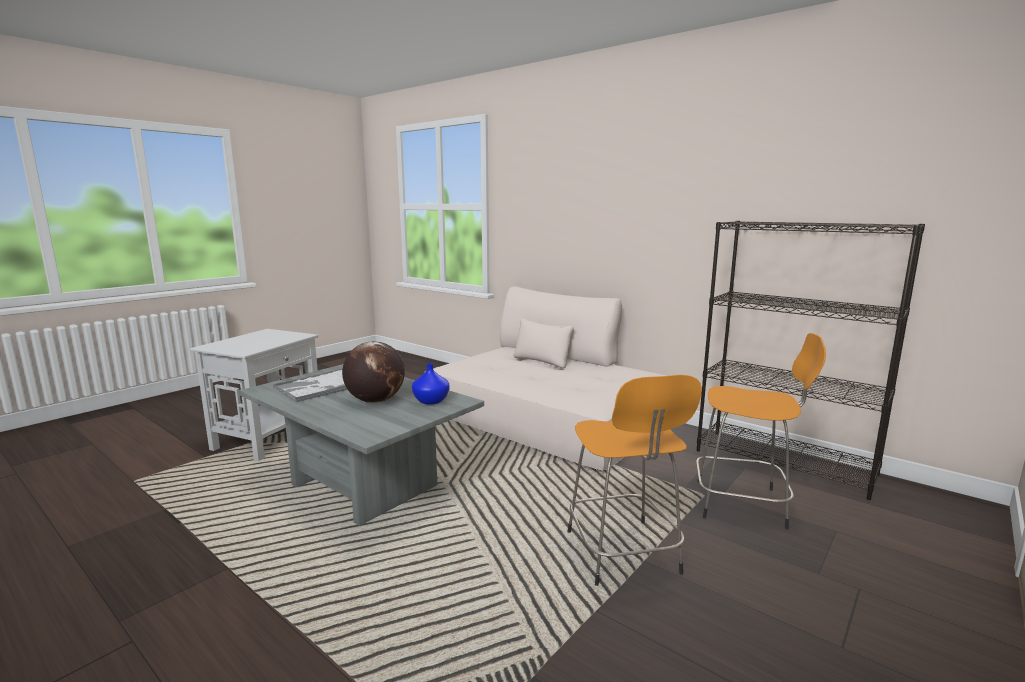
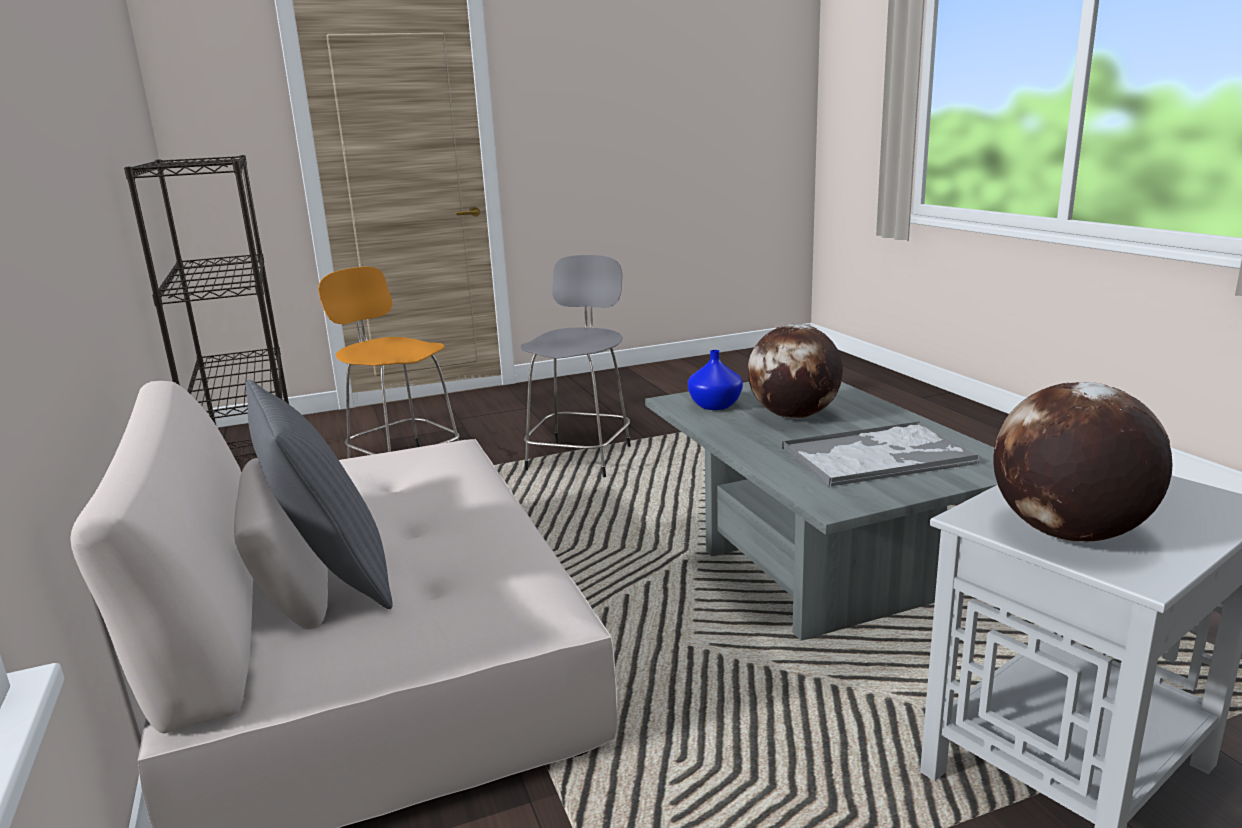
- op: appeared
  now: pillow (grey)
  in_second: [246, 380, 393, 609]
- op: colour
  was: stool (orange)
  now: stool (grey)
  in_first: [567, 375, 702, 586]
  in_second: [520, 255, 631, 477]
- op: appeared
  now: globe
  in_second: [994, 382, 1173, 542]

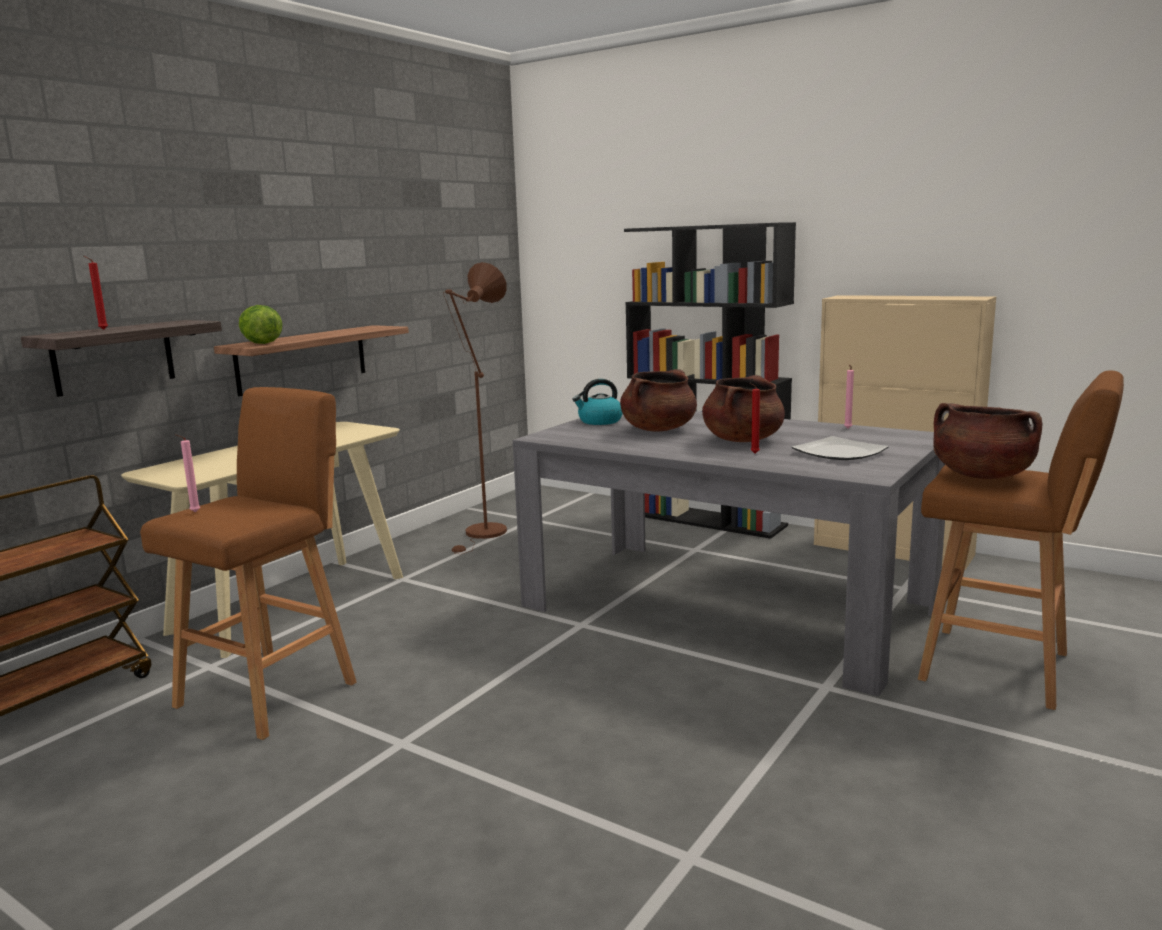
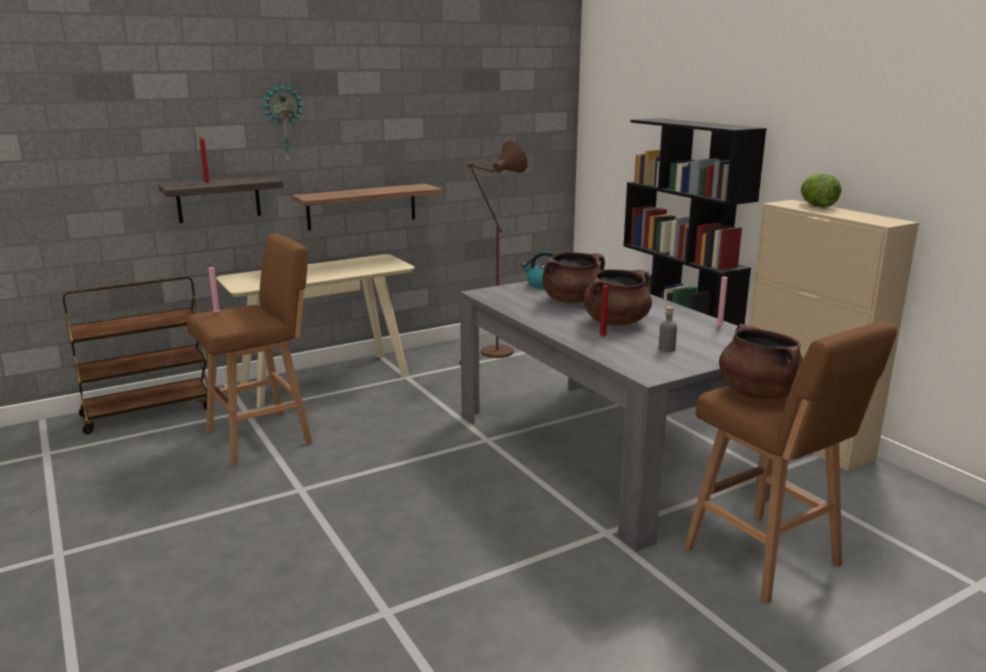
- op: appeared
  now: wall clock
  in_second: [261, 82, 305, 165]
- op: exchanged
  was: plate
  now: bottle (grey)
  in_first: [792, 436, 889, 460]
  in_second: [659, 306, 677, 352]
- op: relocated
  was: lettuce
  in_first: [239, 305, 282, 344]
  in_second: [801, 174, 841, 207]

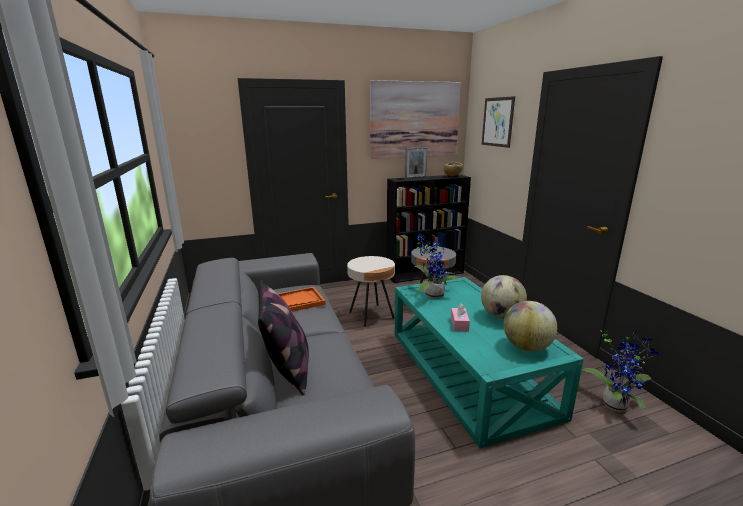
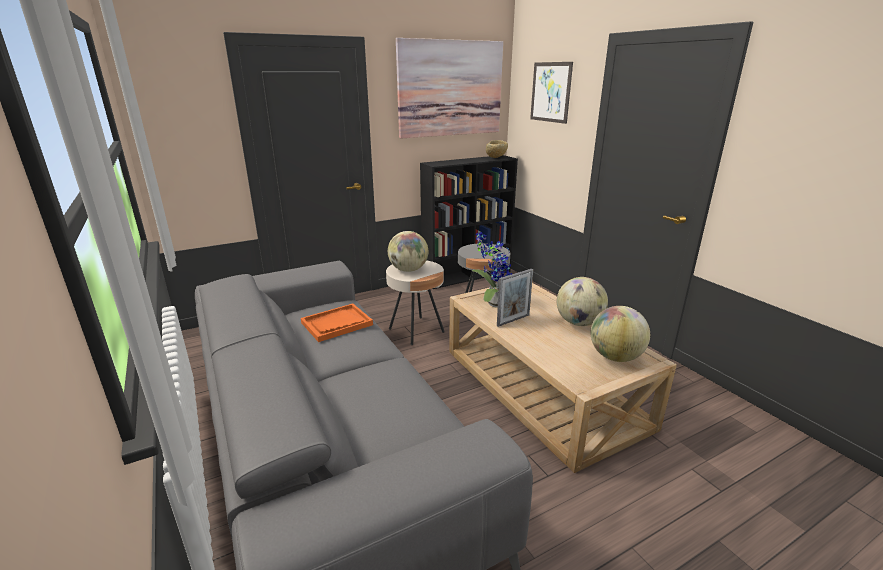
- op: appeared
  now: globe
  in_second: [388, 231, 428, 272]
- op: colour
  was: coffee table (turquoise)
  now: coffee table (beige)
  in_first: [395, 277, 584, 448]
  in_second: [449, 283, 677, 473]
- op: relocated
  was: picture frame
  in_first: [405, 147, 428, 179]
  in_second: [497, 269, 533, 327]
- op: missing
  was: pillow
  in_first: [258, 280, 309, 395]
- op: missing
  was: tissue box (pink)
  in_first: [451, 304, 470, 332]
- op: missing
  was: potted plant
  in_first: [582, 330, 659, 412]

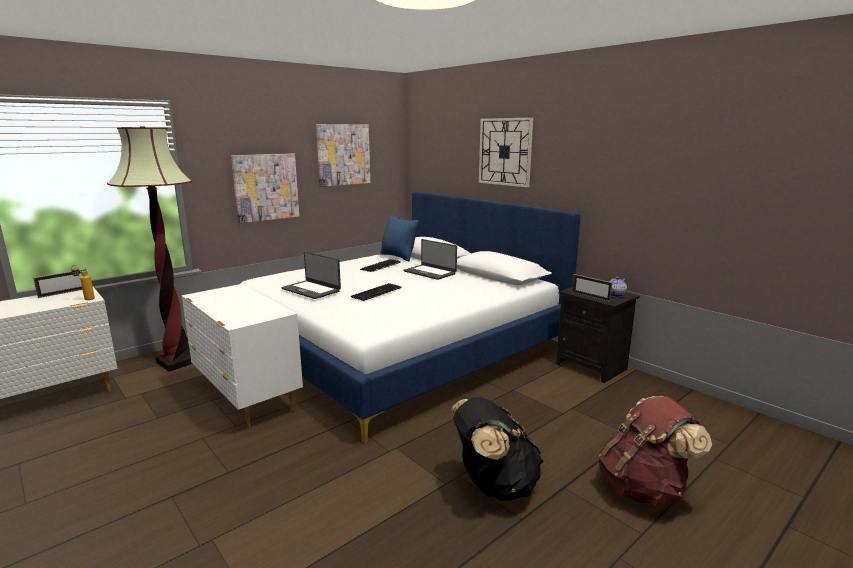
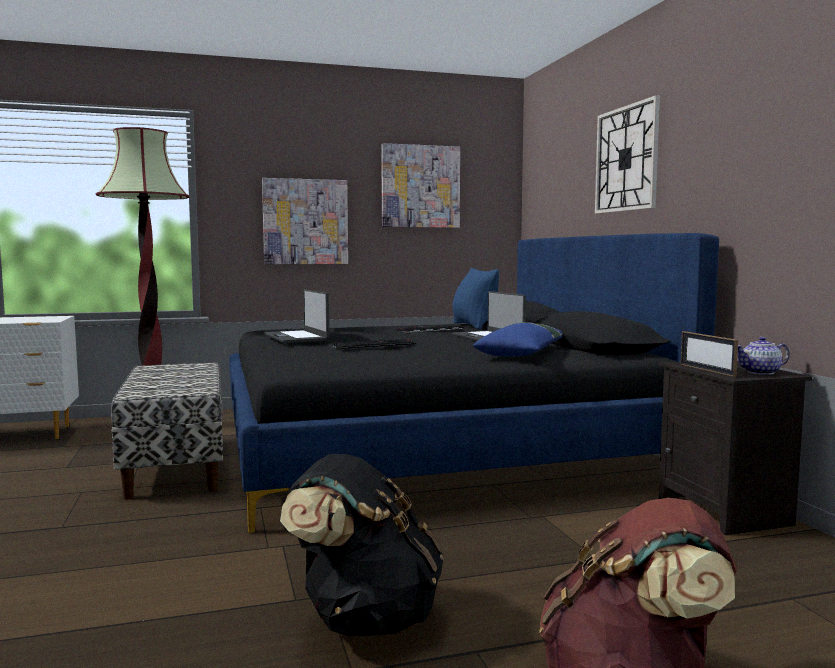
- op: exchanged
  was: dresser (white)
  now: bench
  in_first: [181, 284, 303, 428]
  in_second: [111, 362, 223, 499]
- op: colour
  was: bed (white)
  now: bed (black)
  in_first: [241, 192, 581, 443]
  in_second: [229, 233, 719, 533]
- op: appeared
  now: pillow (blue)
  in_second: [473, 322, 563, 357]
- op: missing
  was: picture frame
  in_first: [33, 269, 86, 298]
- op: missing
  was: bottle
  in_first: [71, 265, 95, 300]

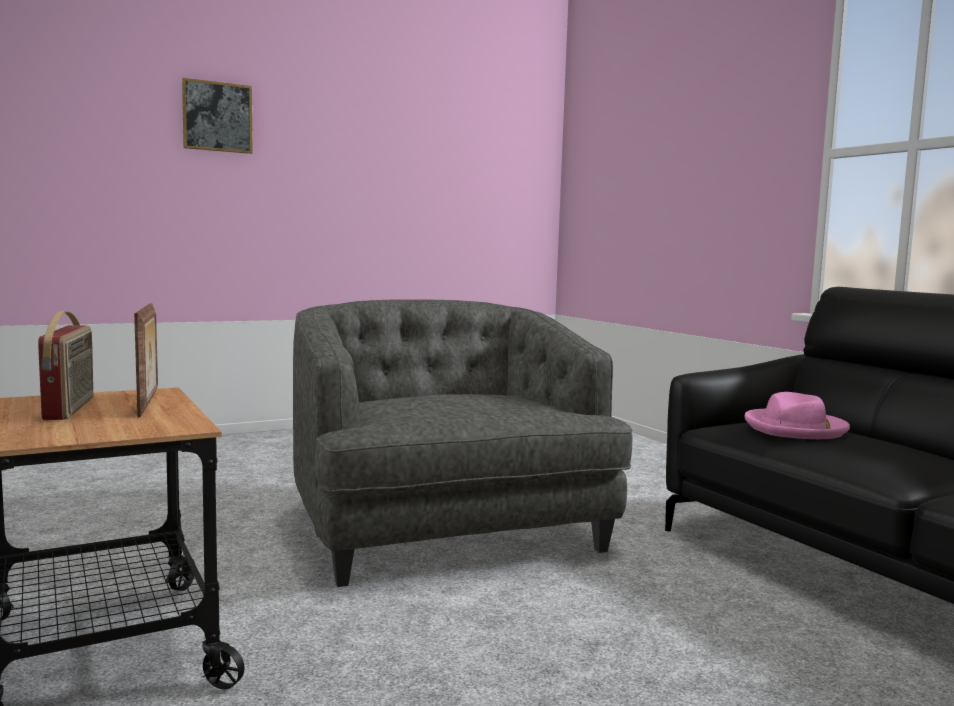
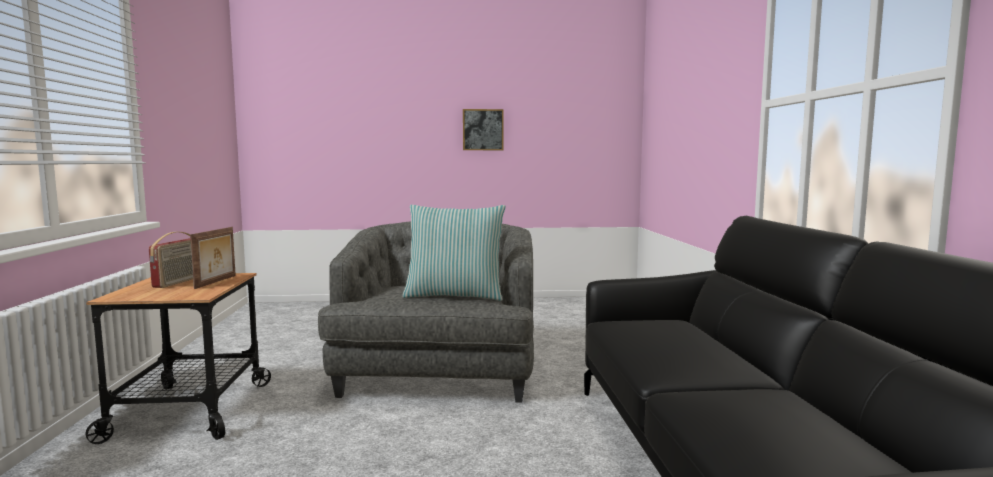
- op: appeared
  now: pillow
  in_second: [402, 205, 505, 301]
- op: relocated
  was: picture
  in_first: [182, 78, 253, 154]
  in_second: [463, 109, 504, 150]
- op: missing
  was: hat (pink)
  in_first: [745, 392, 850, 439]

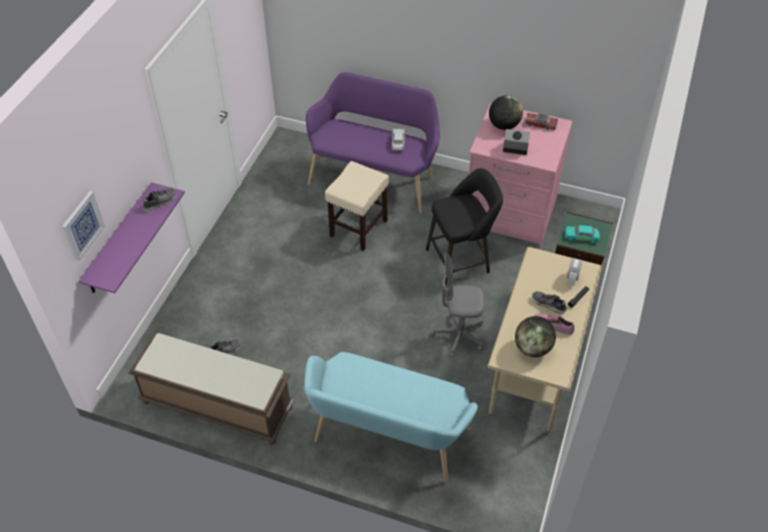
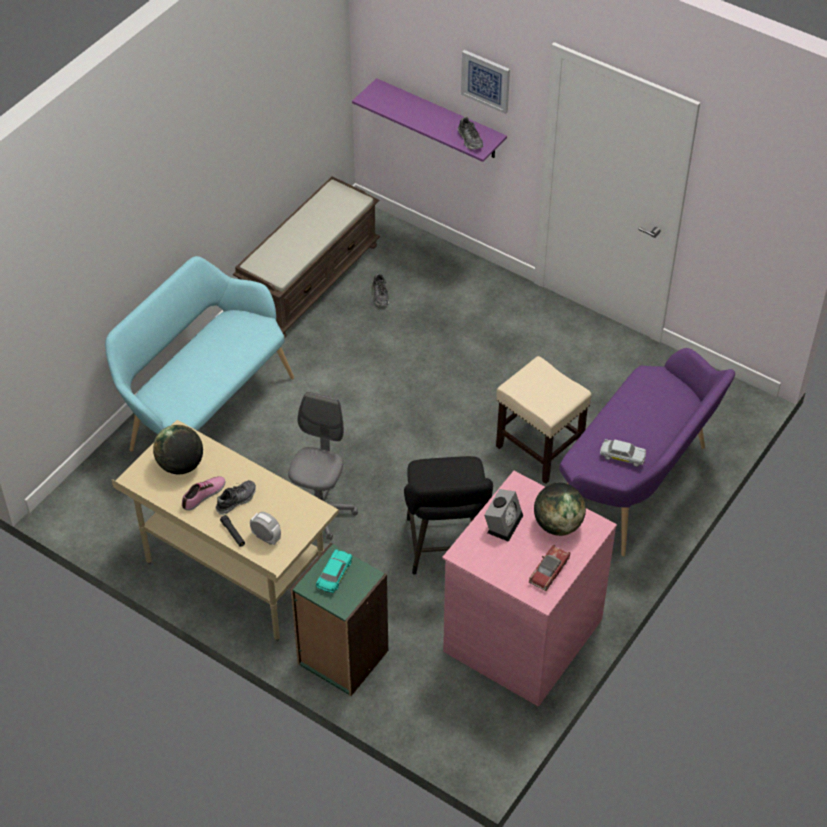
- op: relocated
  was: picture
  in_first: [62, 191, 105, 261]
  in_second: [461, 50, 510, 114]

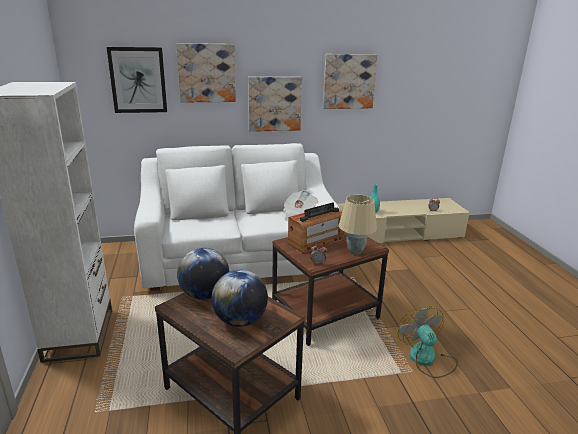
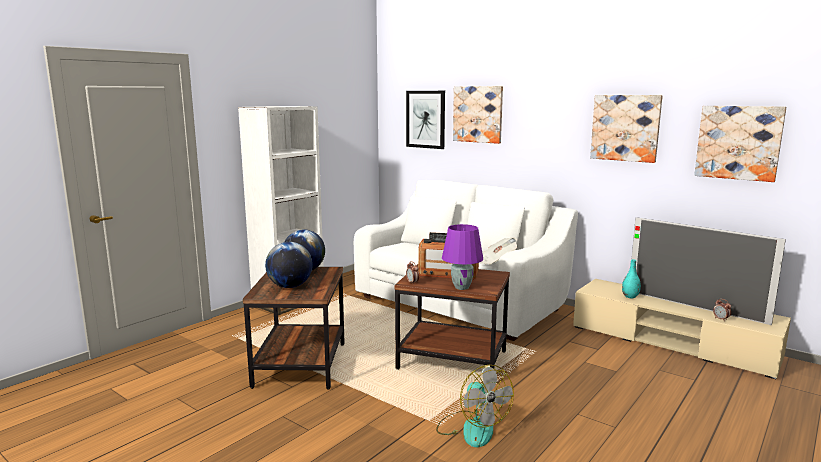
- op: spun
  was: fan
  in_first: [398, 306, 458, 378]
  in_second: [436, 365, 514, 447]
  clockwise: 120
- op: colour
  was: table lamp (beige)
  now: table lamp (purple)
  in_first: [339, 195, 377, 255]
  in_second: [442, 224, 483, 290]
- op: appeared
  now: television
  in_second: [632, 217, 786, 325]
- op: relocated
  was: picture
  in_first: [248, 77, 302, 132]
  in_second: [694, 106, 786, 182]

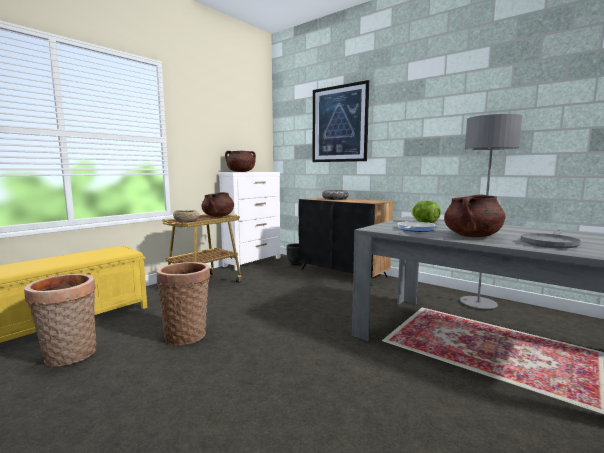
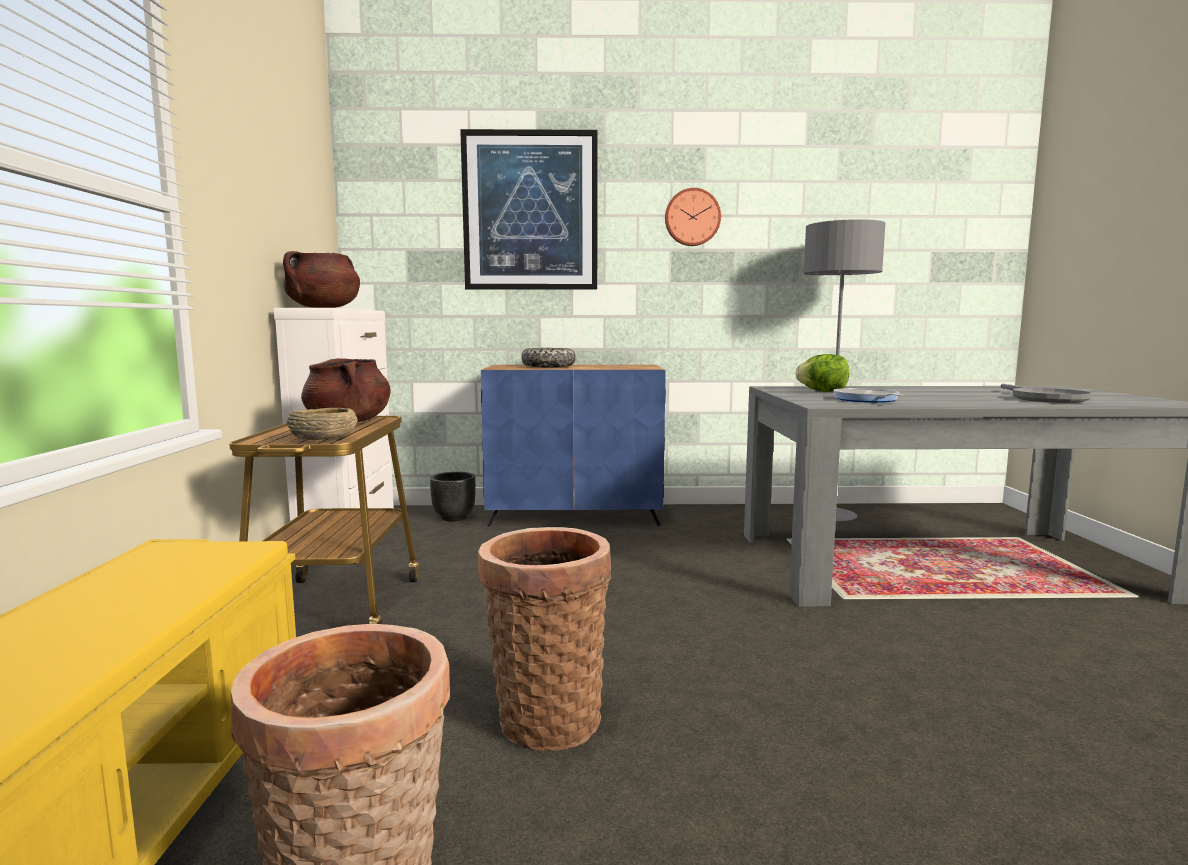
- op: colour
  was: cabinet (black)
  now: cabinet (blue)
  in_first: [298, 197, 393, 286]
  in_second: [481, 365, 666, 527]
- op: appeared
  now: wall clock
  in_second: [665, 188, 721, 246]
- op: missing
  was: cooking pot (brown)
  in_first: [444, 194, 505, 237]

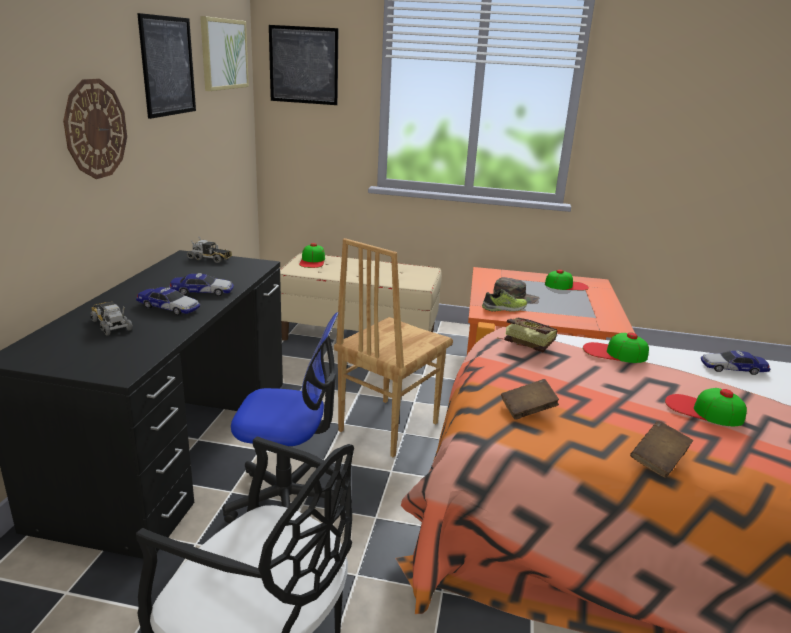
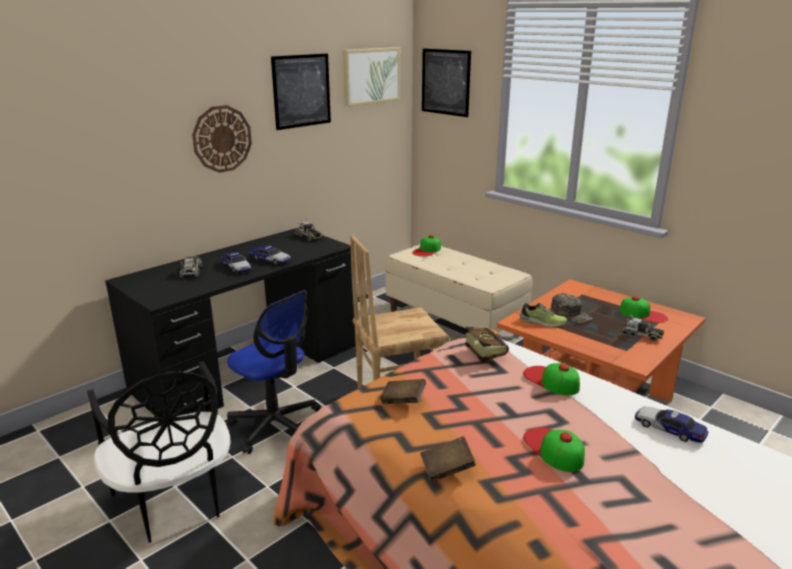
- op: appeared
  now: toy truck
  in_second: [621, 314, 664, 342]

